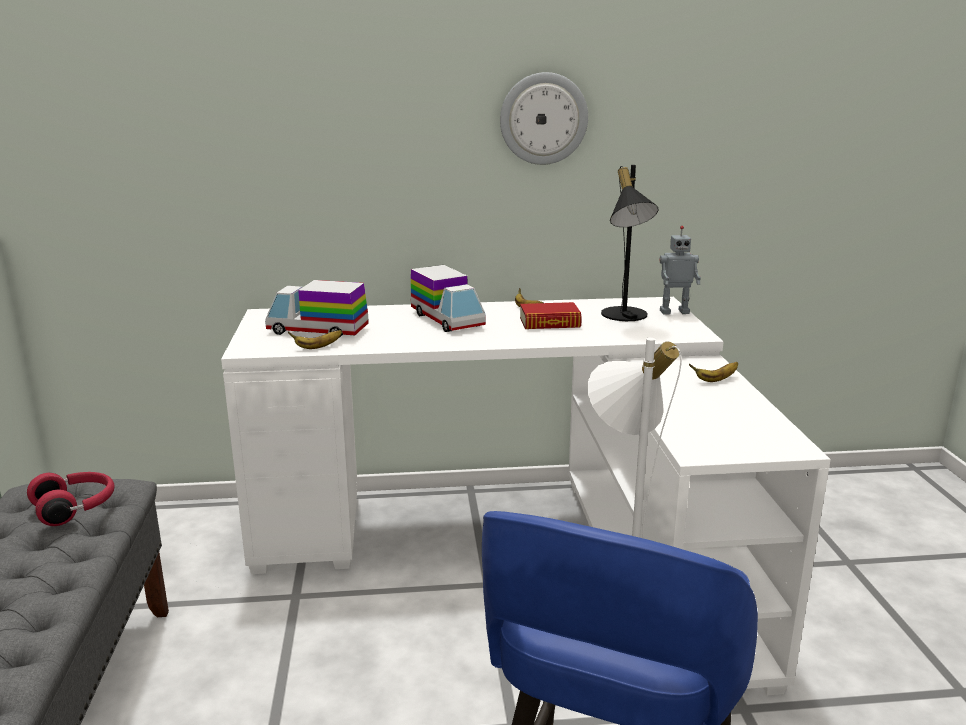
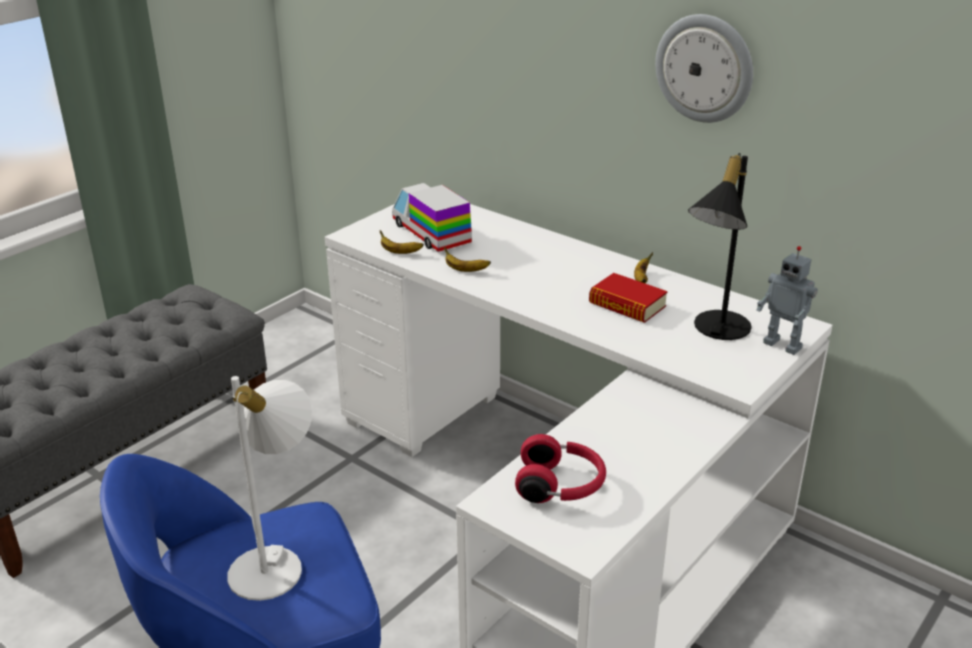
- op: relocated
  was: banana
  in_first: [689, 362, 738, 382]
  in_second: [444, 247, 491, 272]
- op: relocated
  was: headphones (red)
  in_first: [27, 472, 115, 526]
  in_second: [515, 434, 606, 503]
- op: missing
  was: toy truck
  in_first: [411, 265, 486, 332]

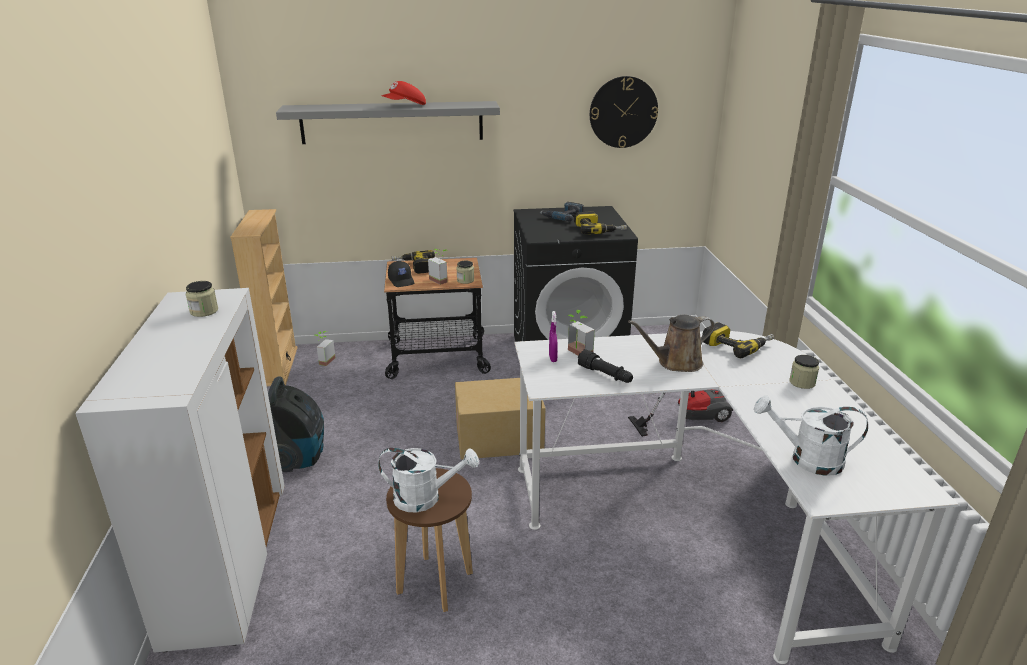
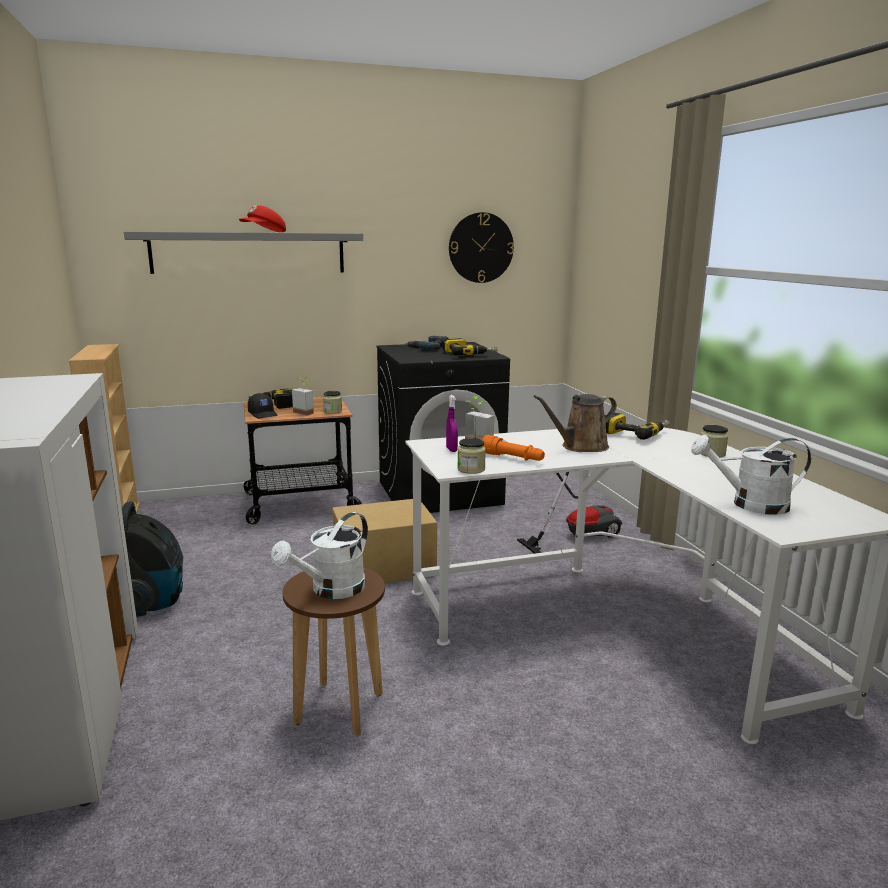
- op: spun
  was: watering can (white)
  in_first: [378, 448, 479, 512]
  in_second: [271, 512, 368, 599]
  clockwise: 135
- op: relocated
  was: jar
  in_first: [186, 281, 218, 317]
  in_second: [457, 438, 486, 474]
- op: colour
  was: flashlight (black)
  now: flashlight (orange)
  in_first: [578, 349, 633, 383]
  in_second: [482, 435, 545, 461]
- op: missing
  was: potted plant
  in_first: [315, 331, 336, 366]

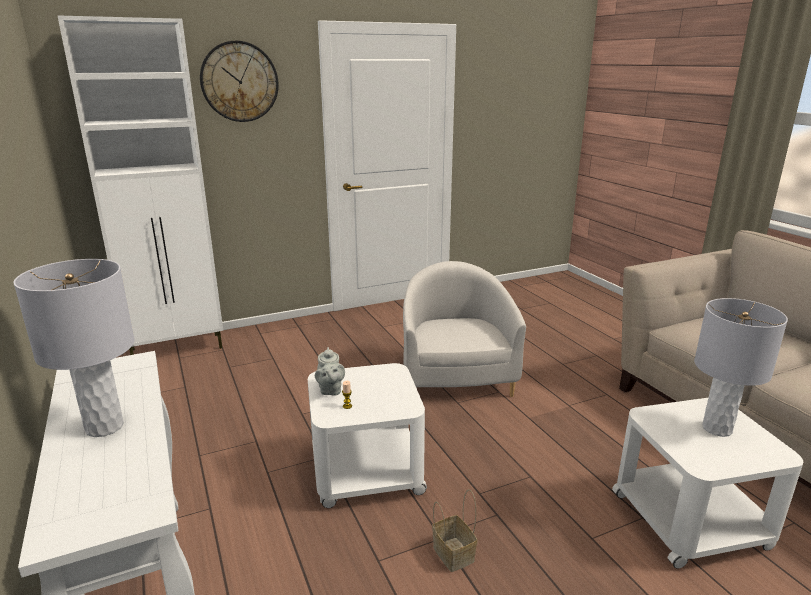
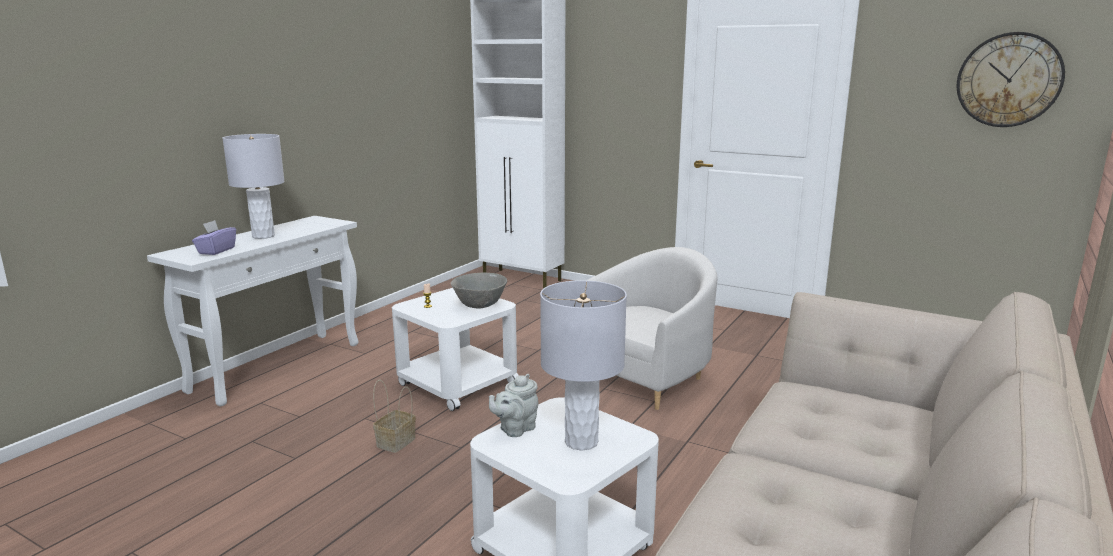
- op: appeared
  now: tissue box (purple)
  in_second: [192, 220, 236, 255]
- op: appeared
  now: bowl (grey)
  in_second: [451, 273, 507, 308]
- op: relocated
  was: teapot (grey)
  in_first: [315, 347, 345, 395]
  in_second: [489, 374, 538, 437]
- op: relocated
  was: wall clock
  in_first: [200, 41, 279, 122]
  in_second: [957, 32, 1065, 127]

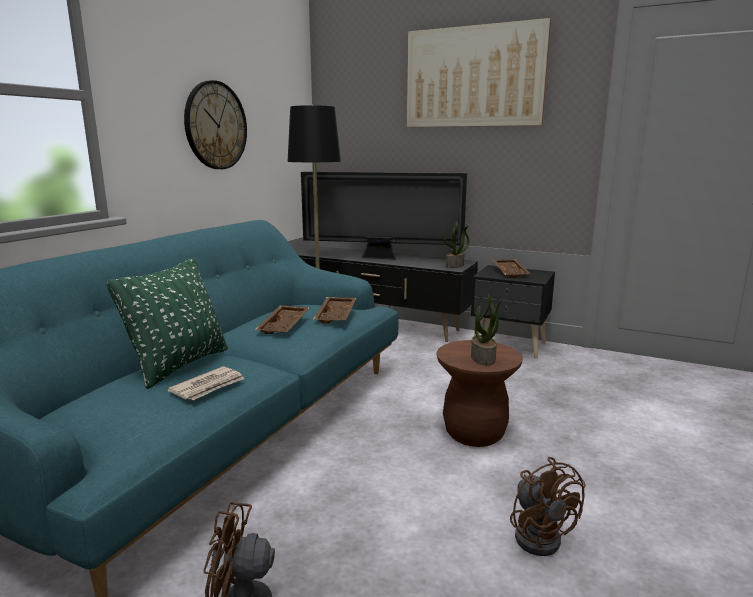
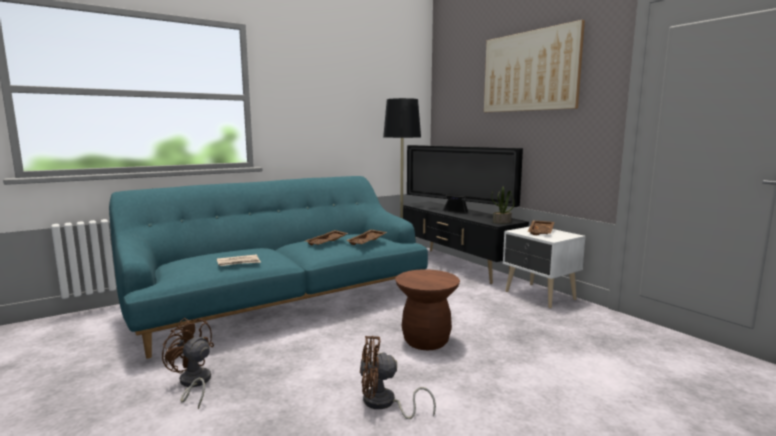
- op: spun
  was: fan (brown)
  in_first: [510, 457, 586, 556]
  in_second: [360, 336, 436, 419]
  clockwise: 75
- op: colour
  was: nightstand (black)
  now: nightstand (white)
  in_first: [471, 265, 555, 359]
  in_second: [503, 227, 586, 308]
- op: missing
  was: pillow (green)
  in_first: [106, 258, 228, 389]
- op: missing
  was: wall clock
  in_first: [184, 80, 247, 169]
- op: missing
  was: potted plant
  in_first: [471, 293, 504, 365]

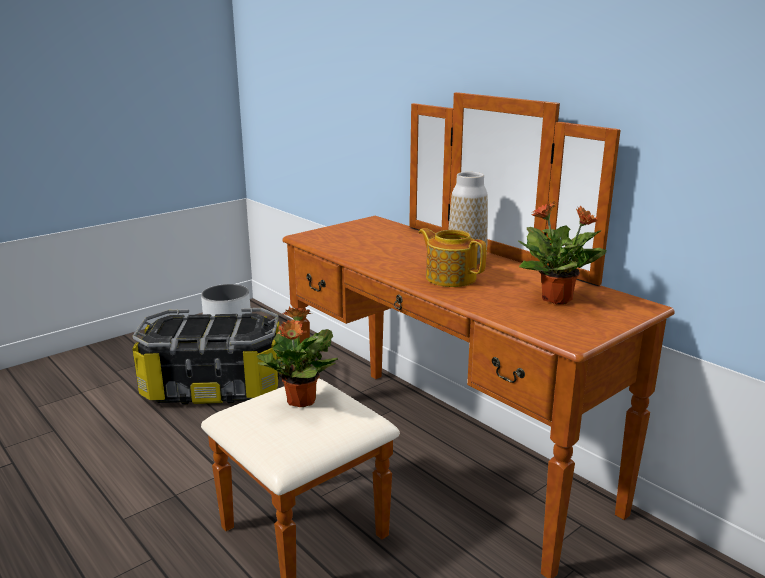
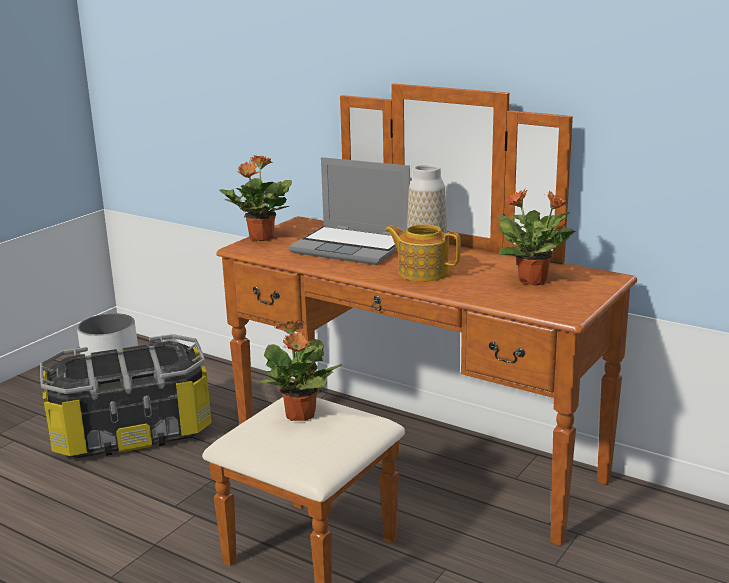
- op: appeared
  now: potted plant
  in_second: [220, 155, 292, 241]
- op: appeared
  now: laptop
  in_second: [289, 157, 410, 265]

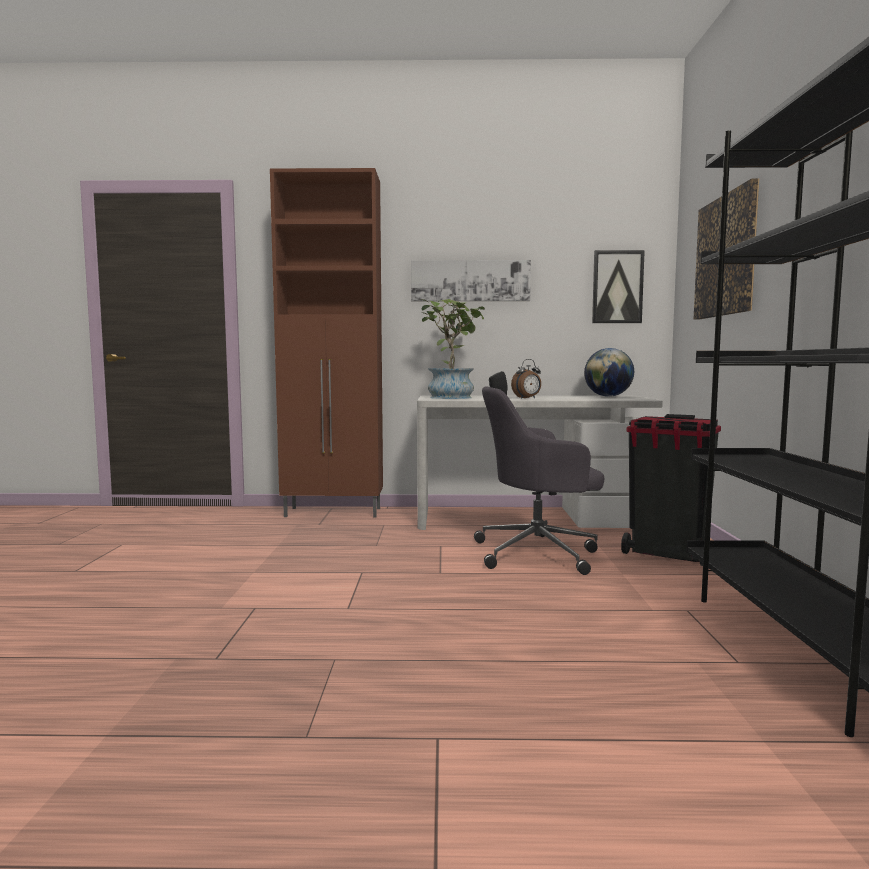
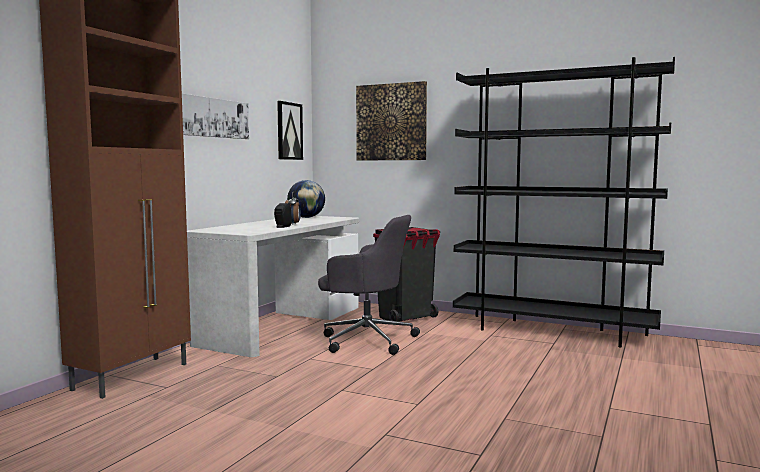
- op: spun
  was: office chair (grey)
  in_first: [474, 386, 604, 575]
  in_second: [318, 215, 420, 355]
  clockwise: -90
- op: missing
  was: potted plant
  in_first: [421, 299, 485, 399]

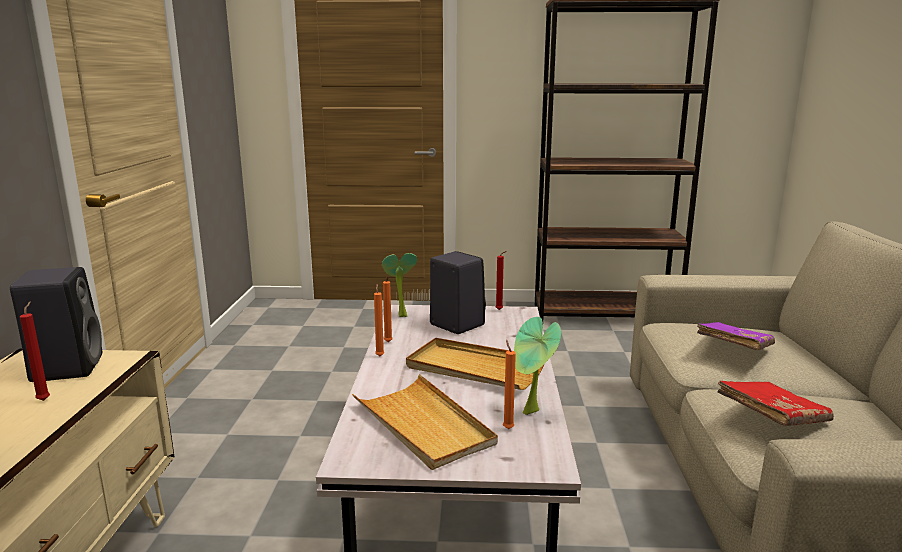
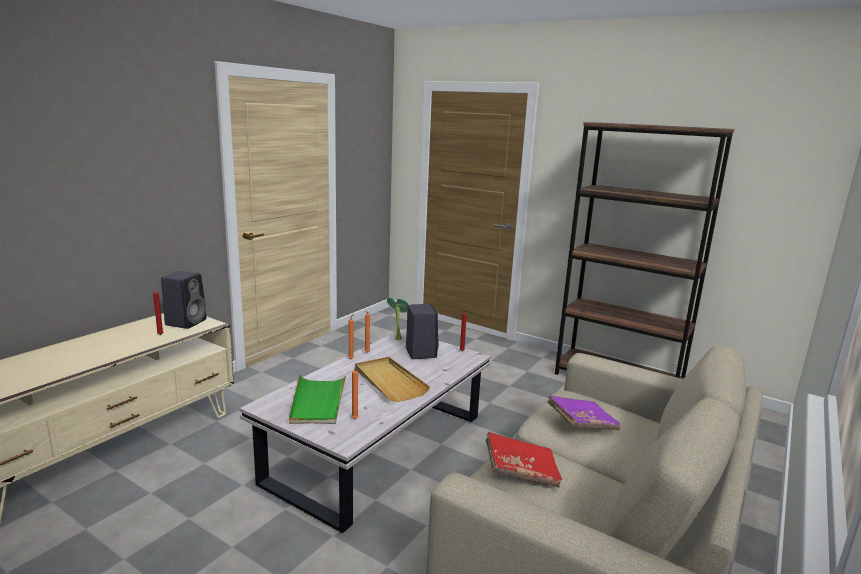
- op: colour
  was: tray (beige)
  now: tray (green)
  in_first: [352, 374, 498, 470]
  in_second: [289, 374, 347, 424]
- op: missing
  was: potted plant
  in_first: [514, 317, 561, 415]

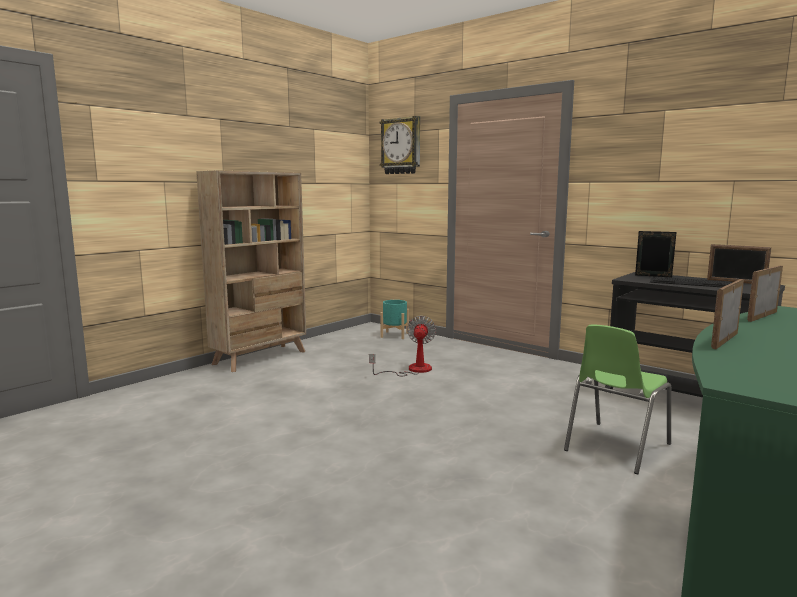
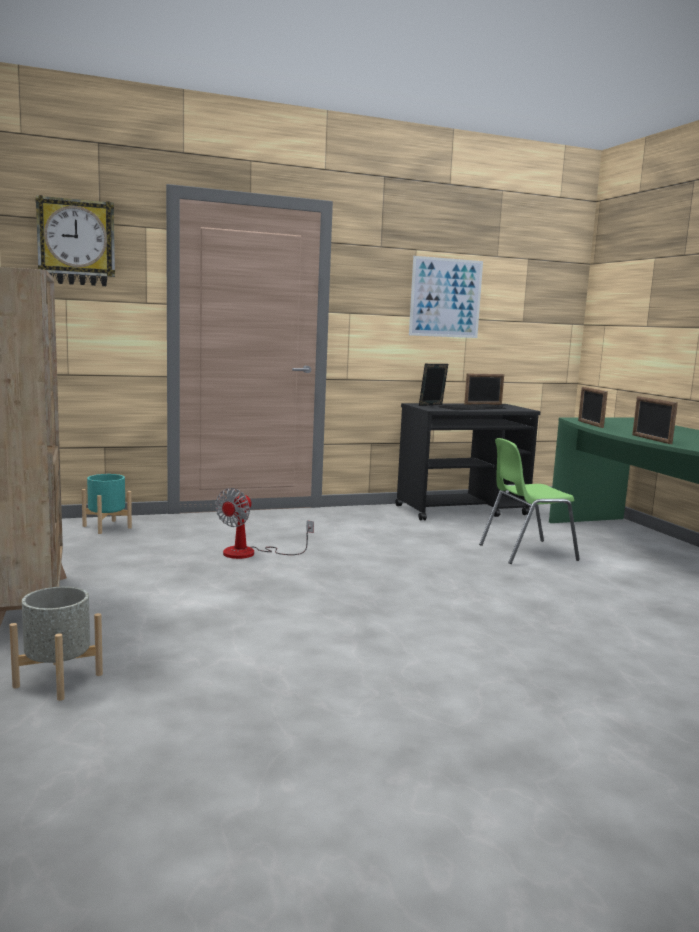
- op: appeared
  now: planter (grey)
  in_second: [9, 587, 103, 701]
- op: spun
  was: fan
  in_first: [369, 316, 436, 376]
  in_second: [215, 488, 314, 559]
  clockwise: -105
- op: appeared
  now: picture
  in_second: [409, 256, 483, 338]
- op: spun
  was: chair (green)
  in_first: [564, 325, 671, 474]
  in_second: [479, 438, 580, 564]
  clockwise: 90

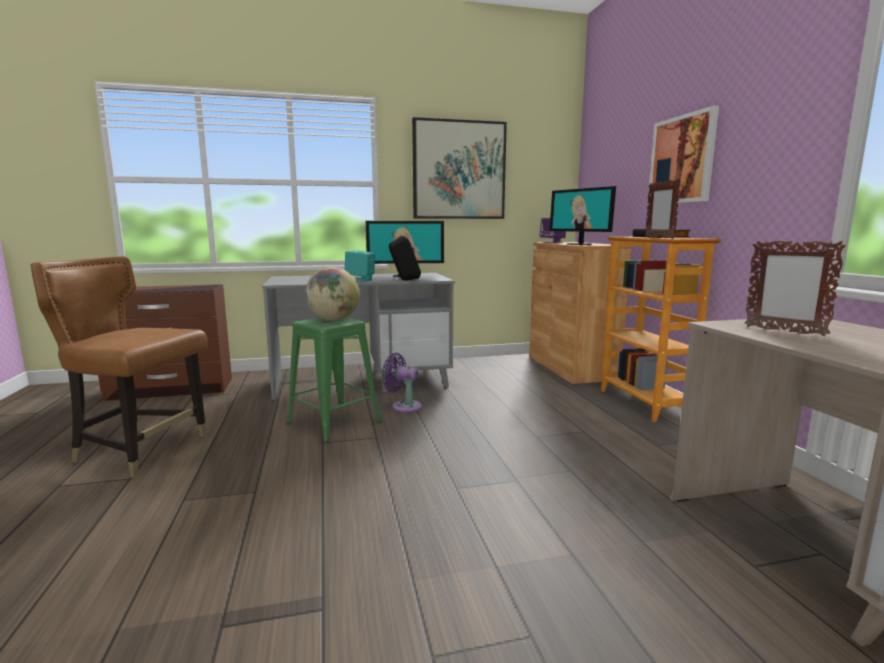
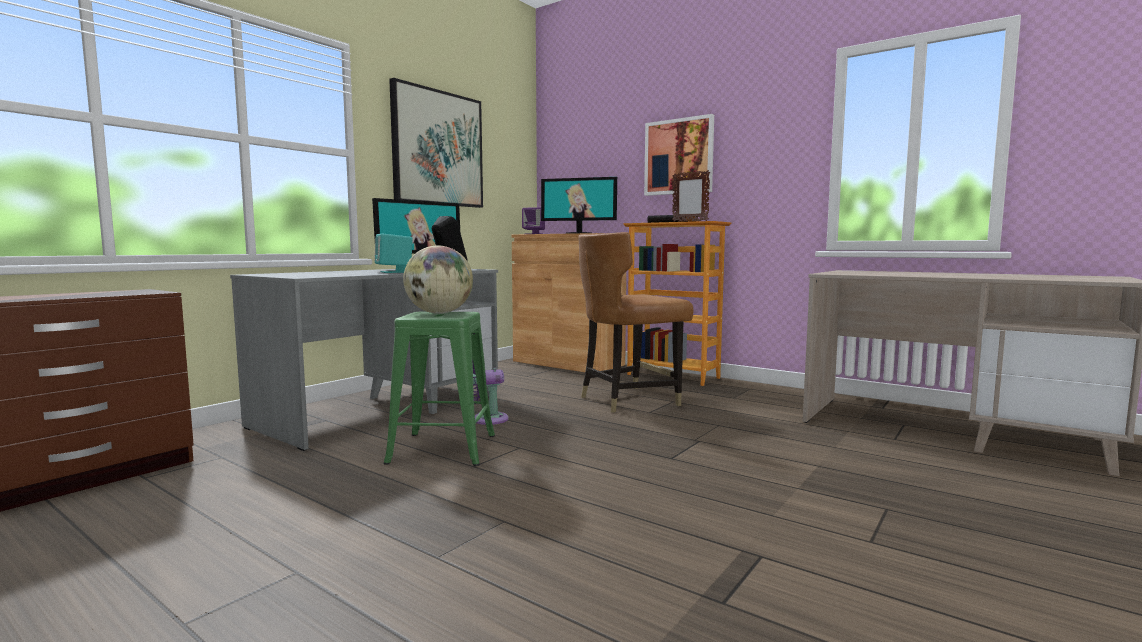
- op: relocated
  was: chair (brown)
  in_first: [31, 256, 208, 478]
  in_second: [578, 232, 693, 413]
- op: missing
  was: picture frame
  in_first: [745, 240, 846, 336]

